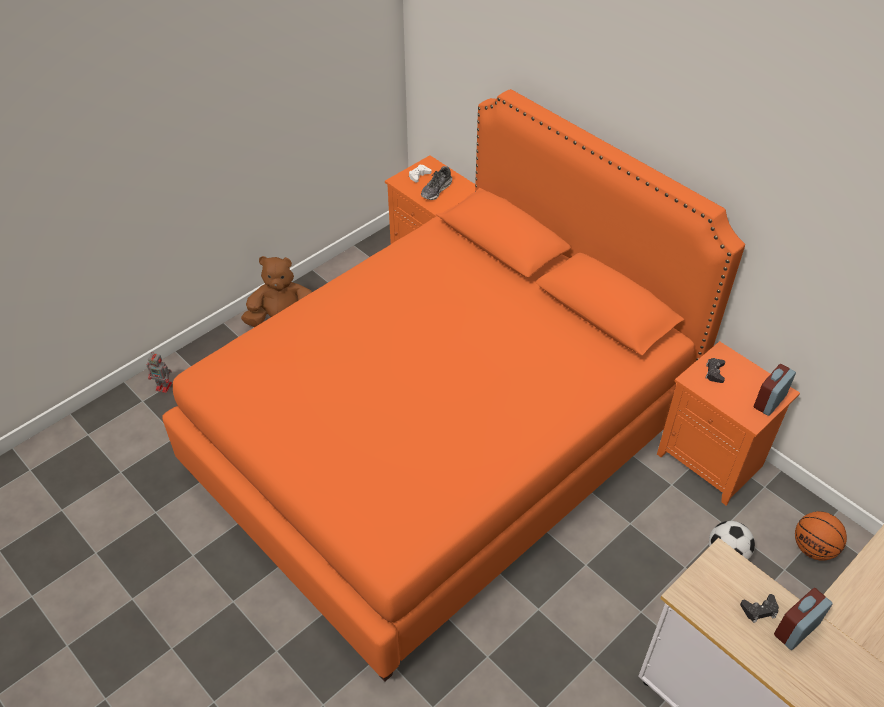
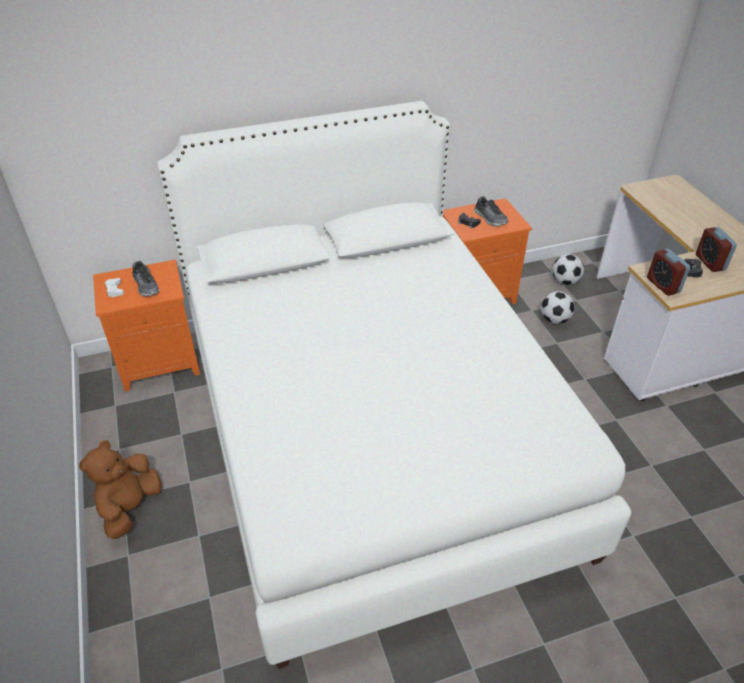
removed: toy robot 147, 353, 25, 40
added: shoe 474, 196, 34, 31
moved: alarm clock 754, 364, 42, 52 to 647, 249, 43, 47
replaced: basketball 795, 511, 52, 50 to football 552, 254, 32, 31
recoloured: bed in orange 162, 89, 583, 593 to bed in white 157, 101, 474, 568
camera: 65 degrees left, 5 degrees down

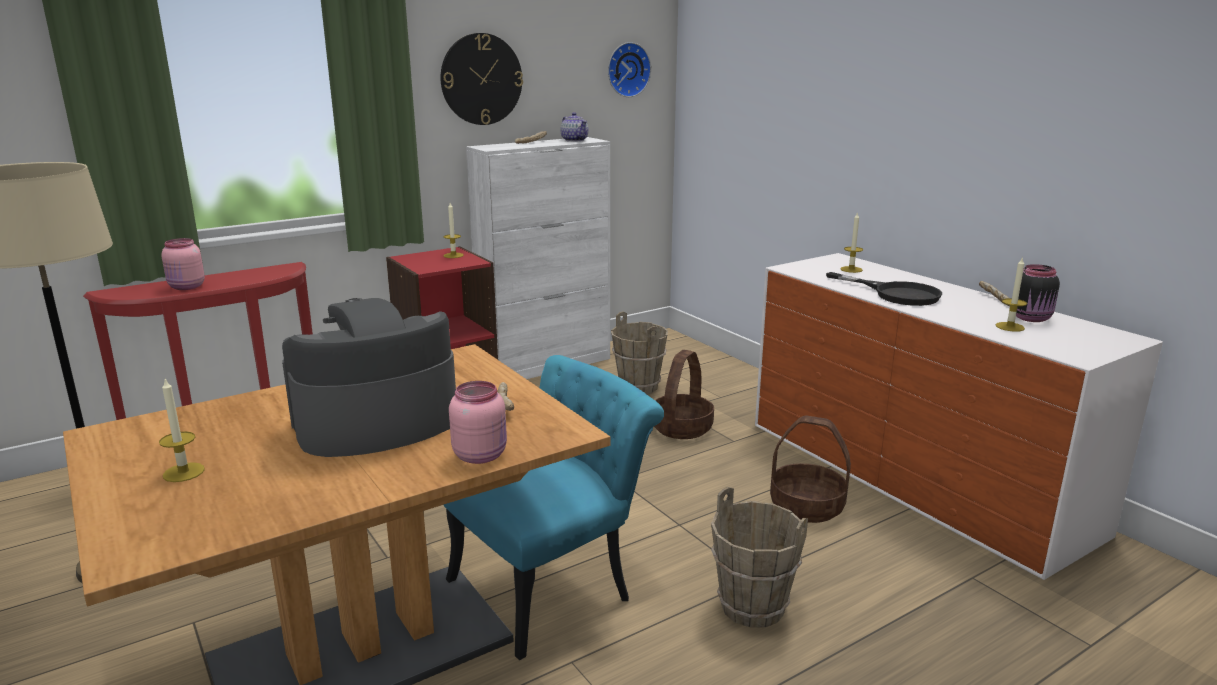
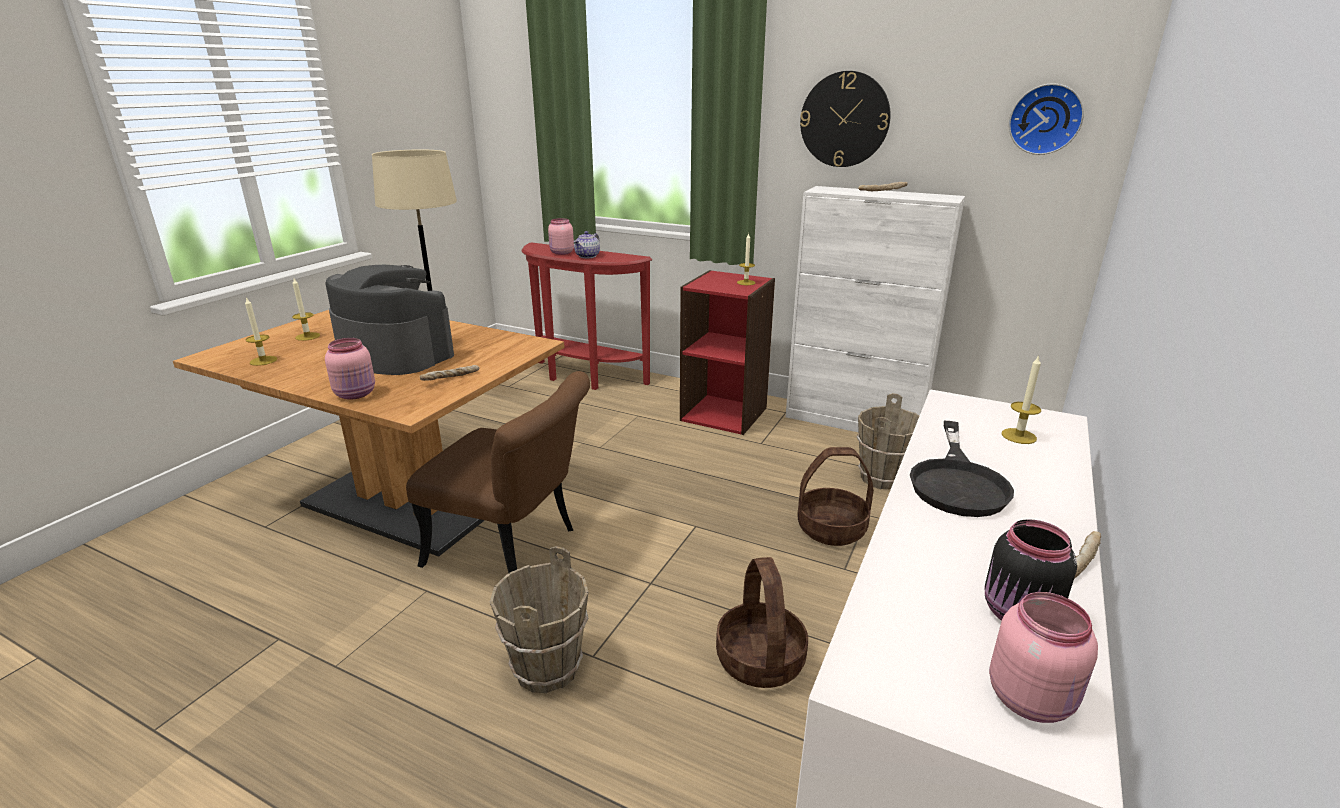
added: jar in pink 989, 592, 109, 131
moved: candle 996, 257, 31, 75 to 245, 297, 32, 69; teapot 560, 112, 29, 30 to 574, 231, 26, 27
recoloured: chair in turquoise 444, 355, 220, 305 to chair in brown 406, 371, 184, 202
camera: 60 degrees right, 5 degrees up

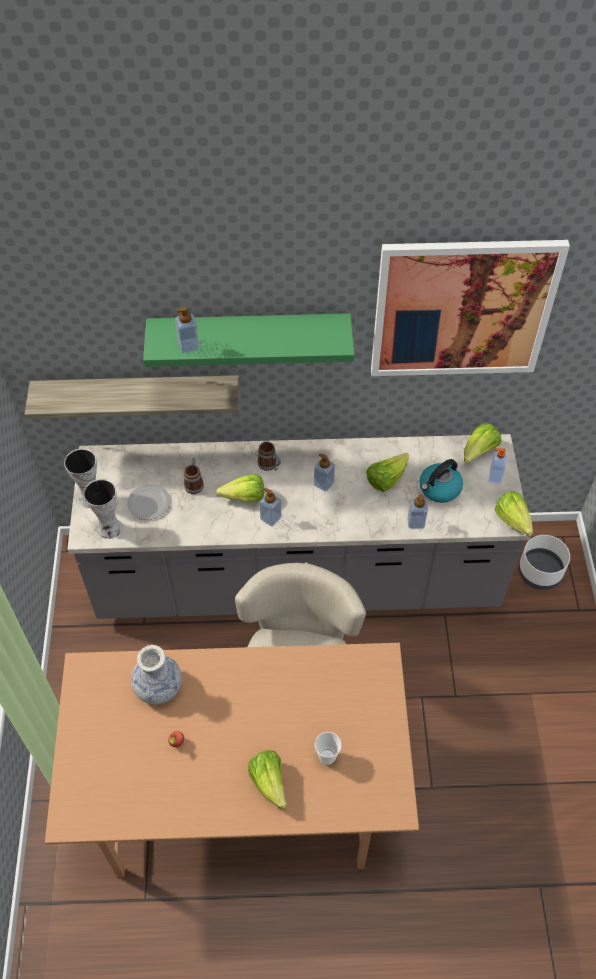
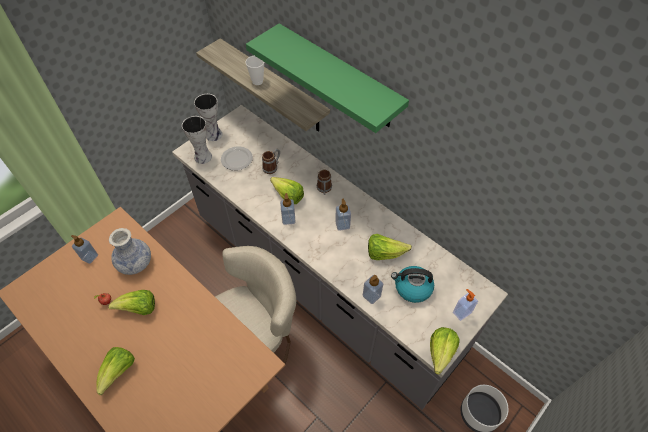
removed: picture 371, 240, 199, 136
moved: soap dispenser 175, 307, 24, 46 to 71, 235, 27, 29; lettuce 464, 423, 37, 41 to 108, 290, 47, 25; cup 315, 732, 27, 33 to 245, 56, 19, 29
camera: 45 degrees right, 0 degrees up

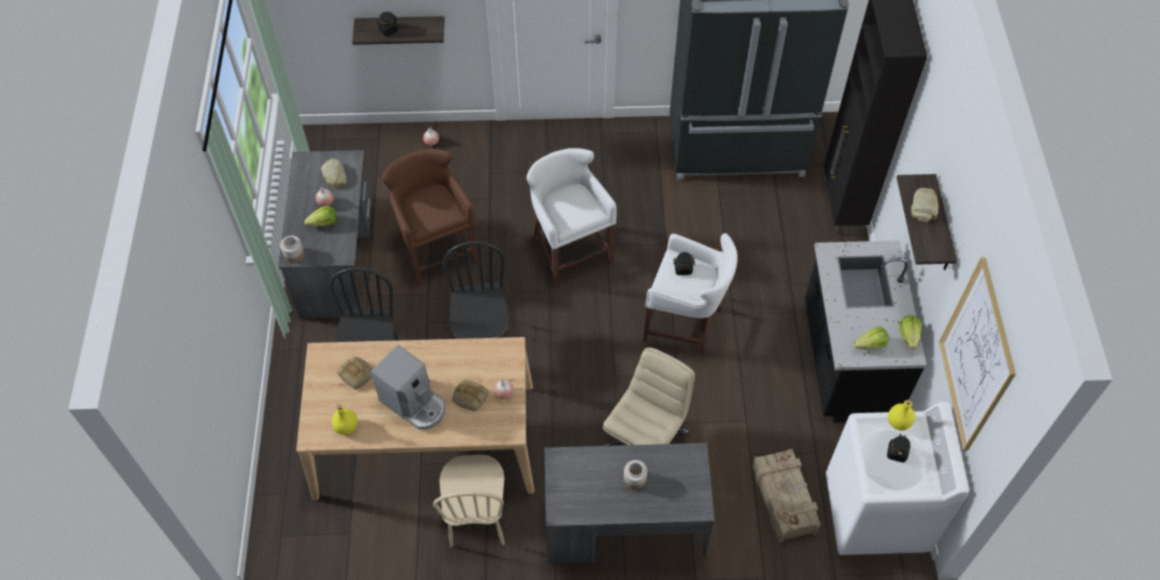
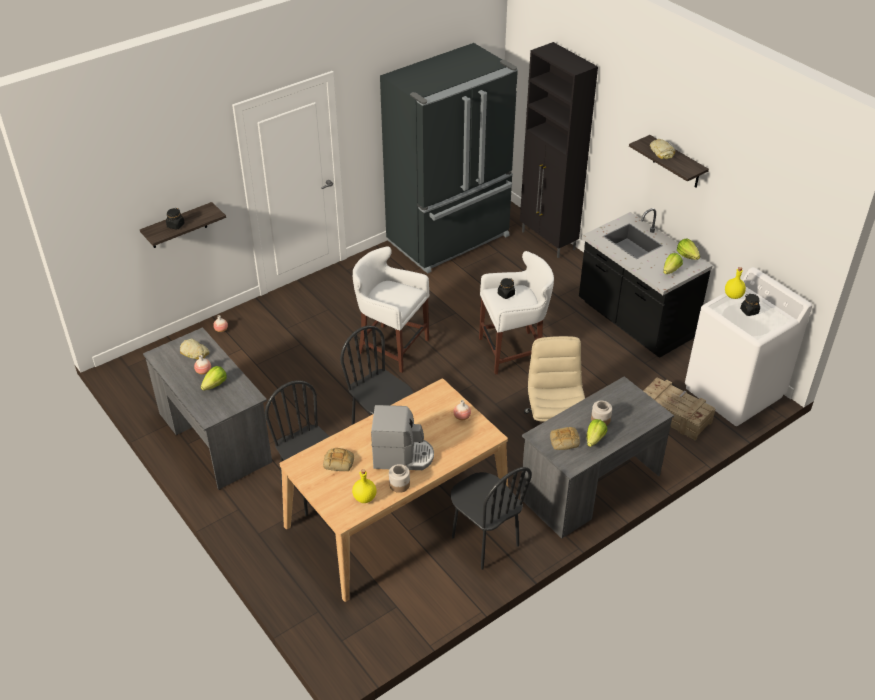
removed: stool in brown 382, 149, 97, 138; picture 939, 257, 77, 194
added: lettuce 587, 419, 20, 28
moved: jar 280, 236, 24, 27 to 389, 464, 21, 29; bread 452, 380, 37, 31 to 550, 427, 30, 23
recoloured: chair in beige 433, 455, 72, 92 to chair in black 451, 467, 81, 103
camera: 35 degrees left, 15 degrees down

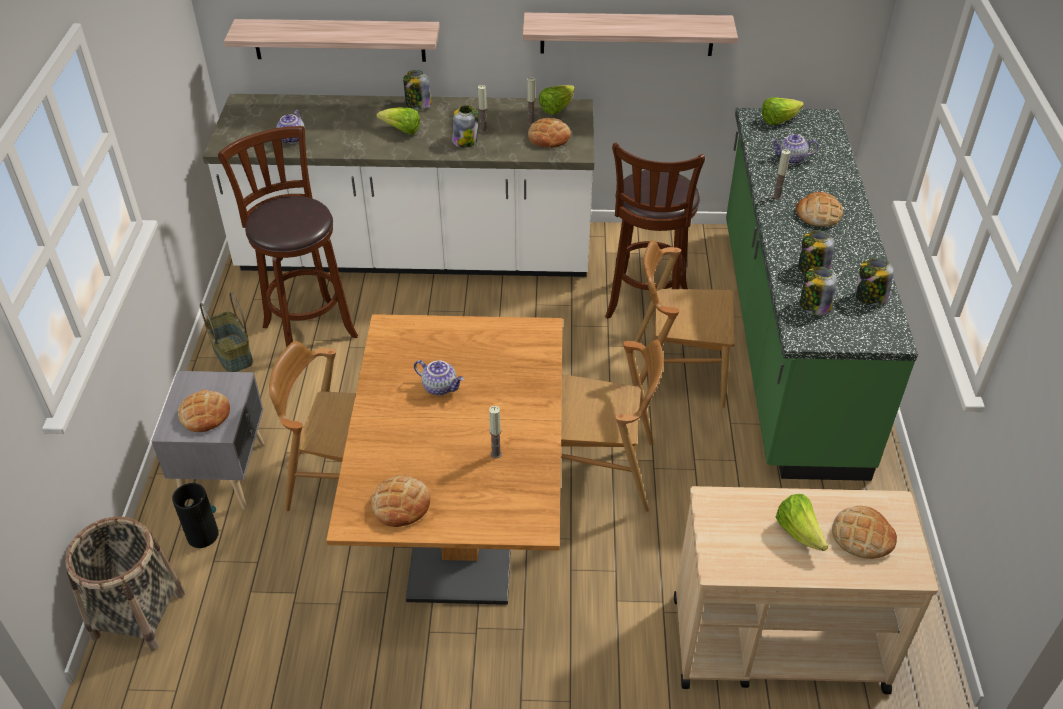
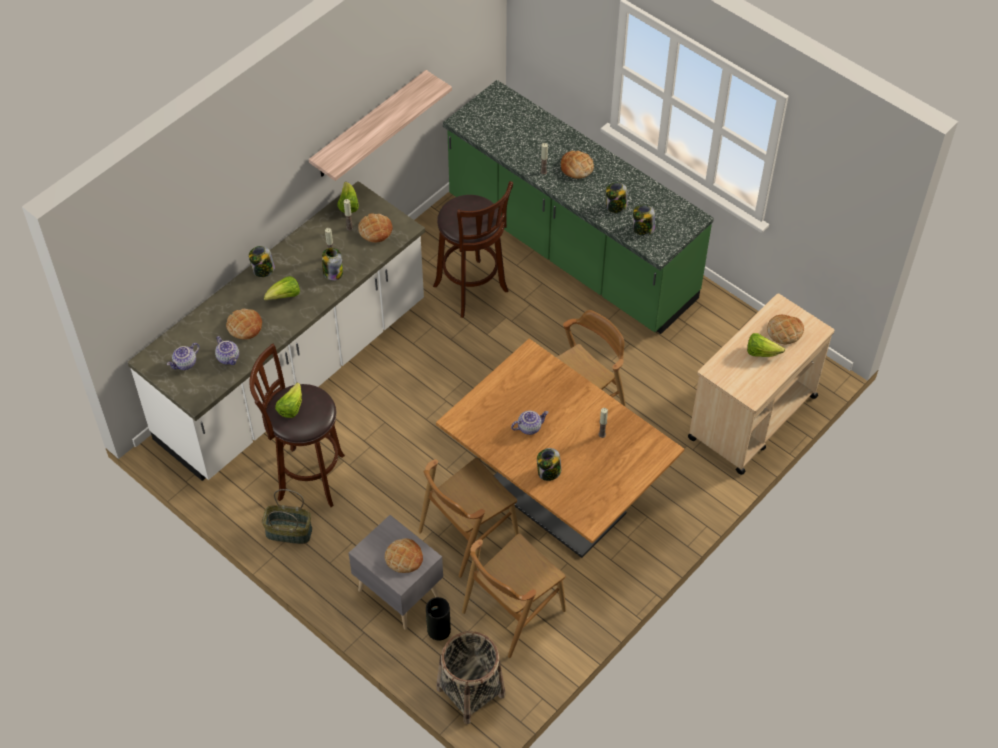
removed: shelf 224, 19, 216, 43
moved: teapot 771, 134, 47, 30 to 167, 343, 32, 27; bread 371, 475, 59, 52 to 226, 309, 36, 31; lettuce 762, 97, 42, 28 to 275, 383, 27, 35; chair in brown 635, 240, 100, 168 to 462, 534, 104, 124; jar 855, 258, 39, 47 to 537, 448, 24, 33
camera: 50 degrees left, 10 degrees up

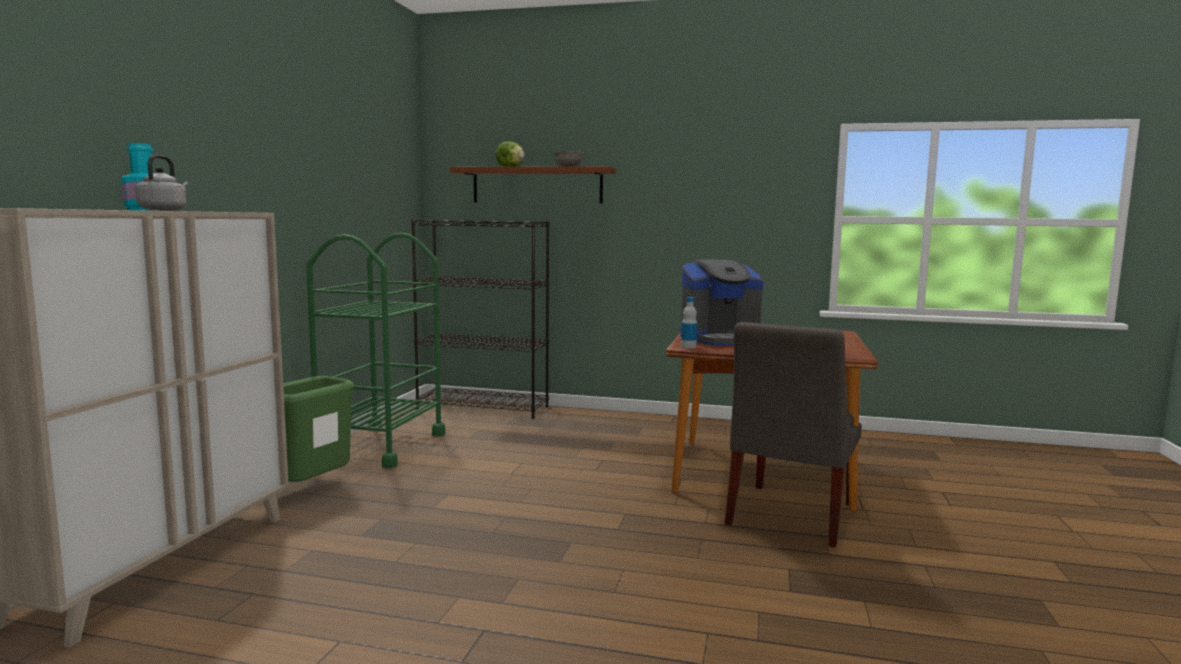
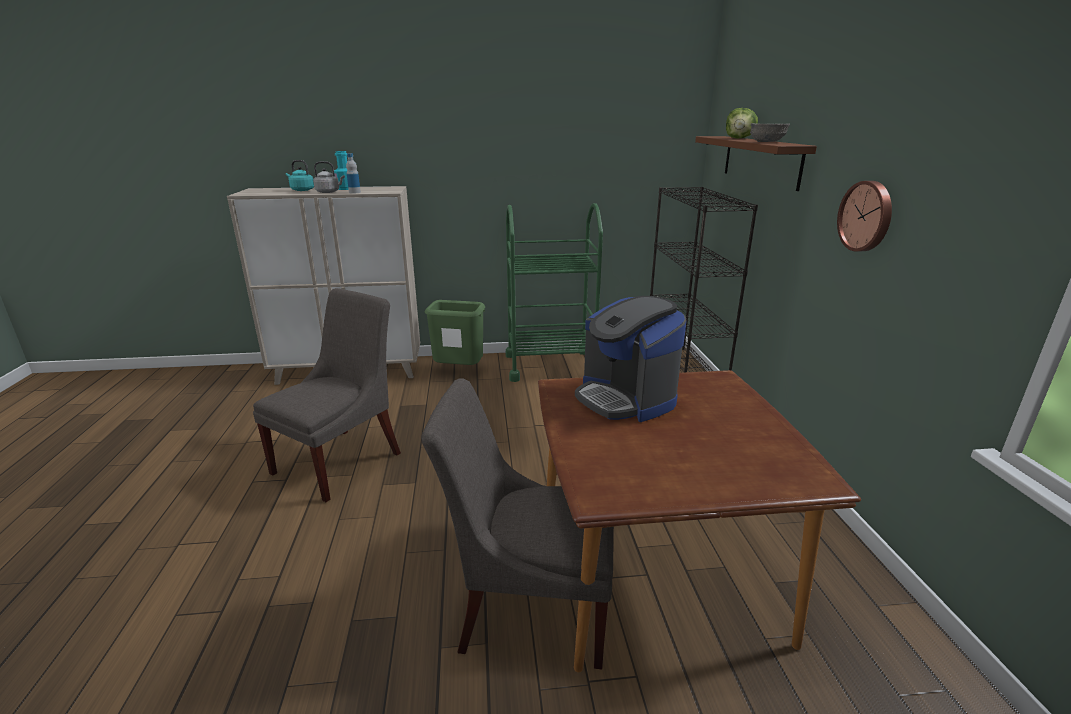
added: chair in grey 253, 288, 148, 214; kettle in turquoise 286, 160, 28, 31; wall clock 837, 181, 55, 71
moved: bottle 681, 297, 16, 51 to 346, 153, 15, 40
camera: 70 degrees right, 15 degrees up

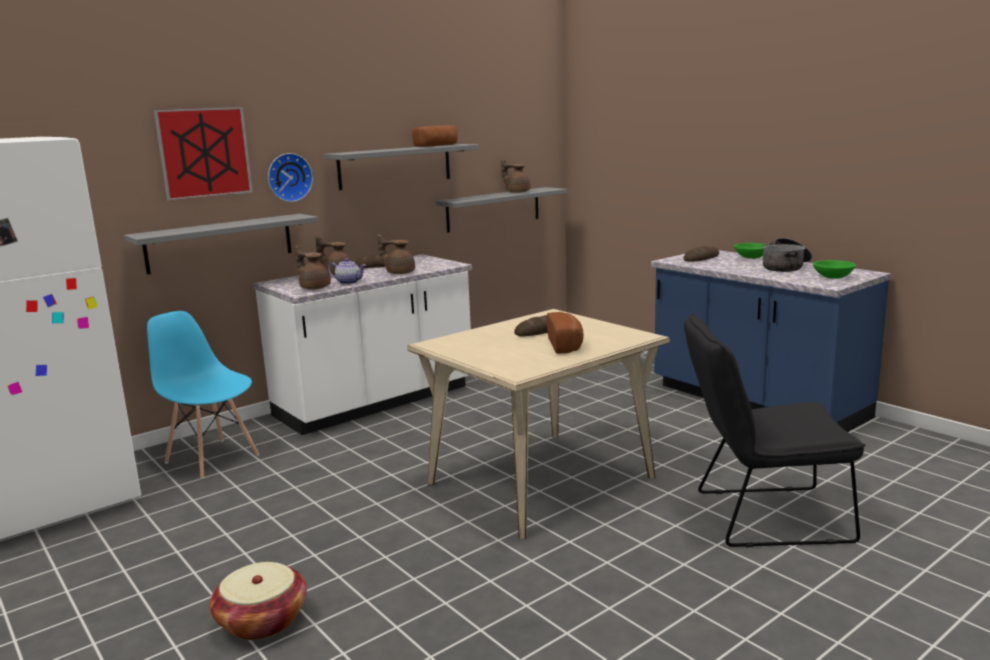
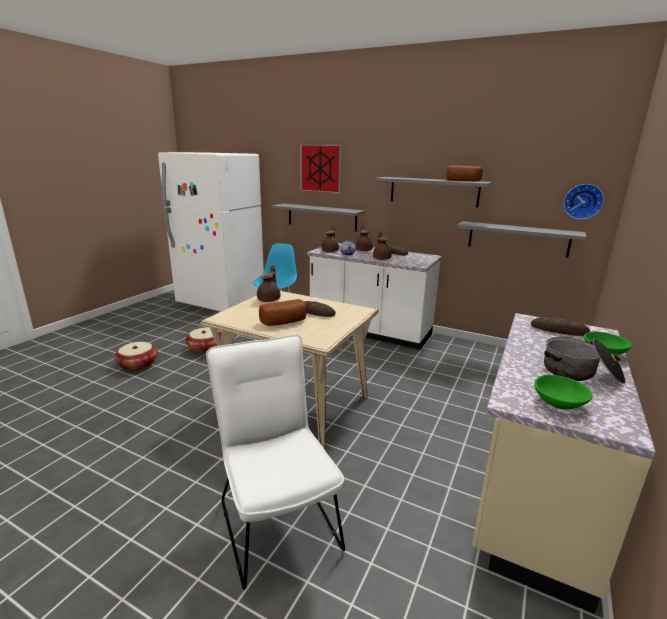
added: basket 186, 327, 36, 27
moved: teapot in brown 501, 159, 29, 34 to 257, 265, 24, 37; wall clock 268, 153, 45, 49 to 564, 184, 40, 36
recoloured: chair in black 684, 313, 182, 234 to chair in white 206, 335, 139, 255; counter in blue 651, 250, 240, 182 to counter in beige 472, 313, 184, 301
camera: 65 degrees right, 5 degrees up

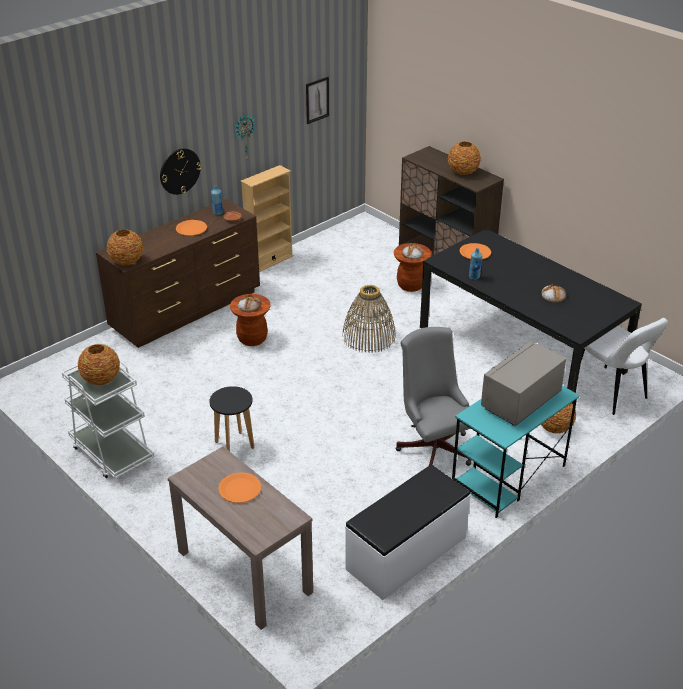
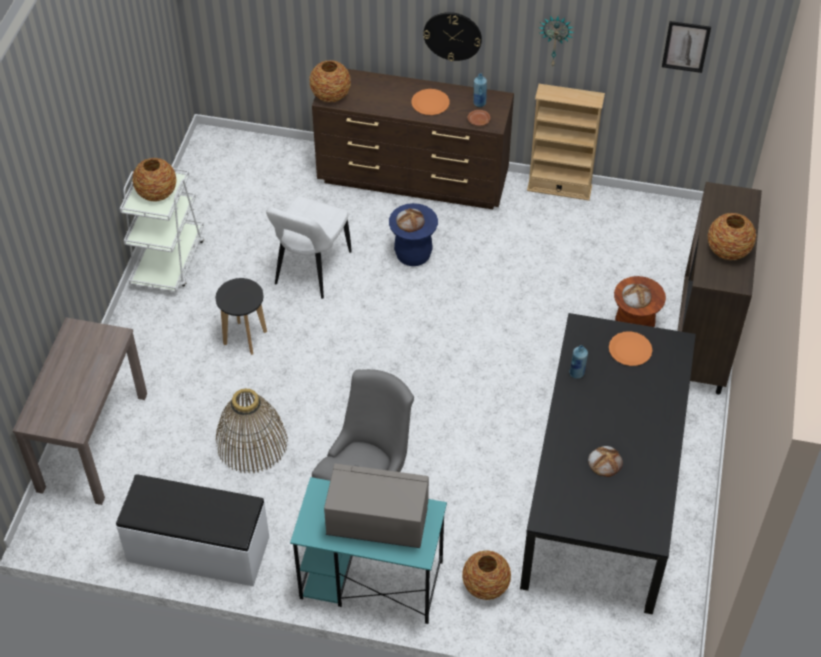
removed: plate in orange 218, 472, 43, 31
moved: basket 343, 285, 53, 68 to 216, 388, 72, 85; chair in white 581, 318, 87, 97 to 266, 196, 86, 103
recoloured: stool in brown 230, 294, 41, 52 to stool in blue 389, 203, 49, 63
camera: 55 degrees right, 15 degrees up

